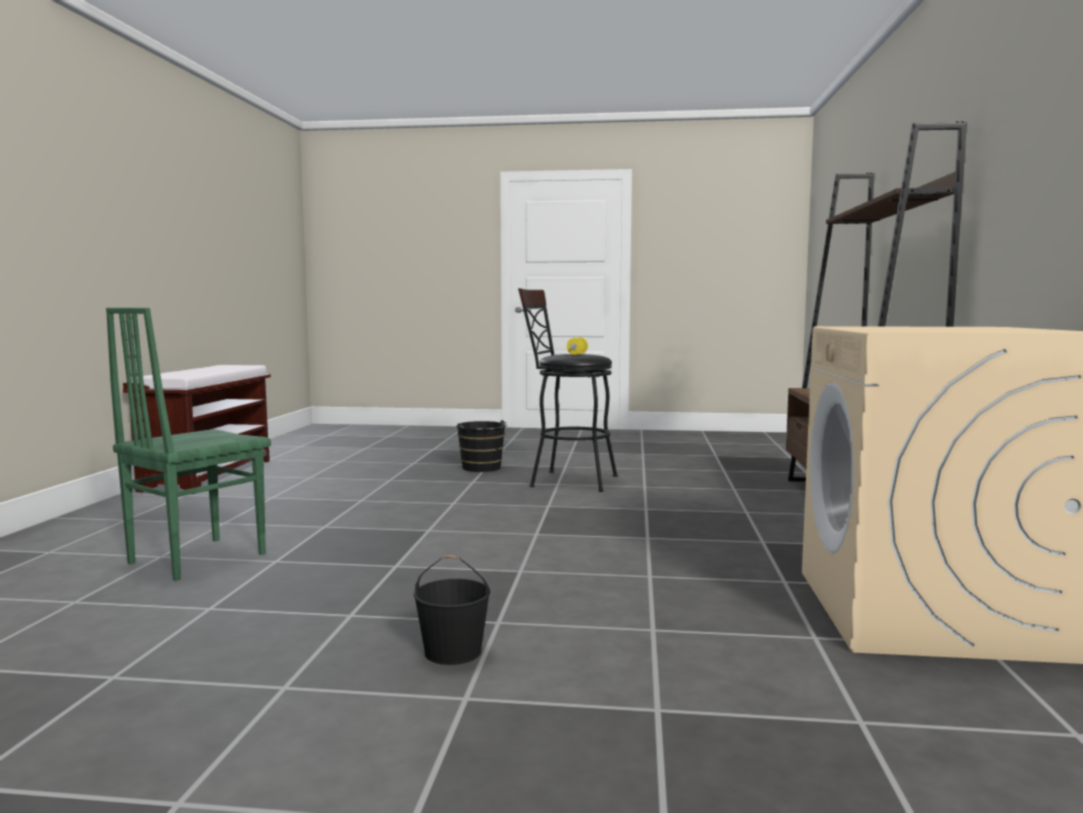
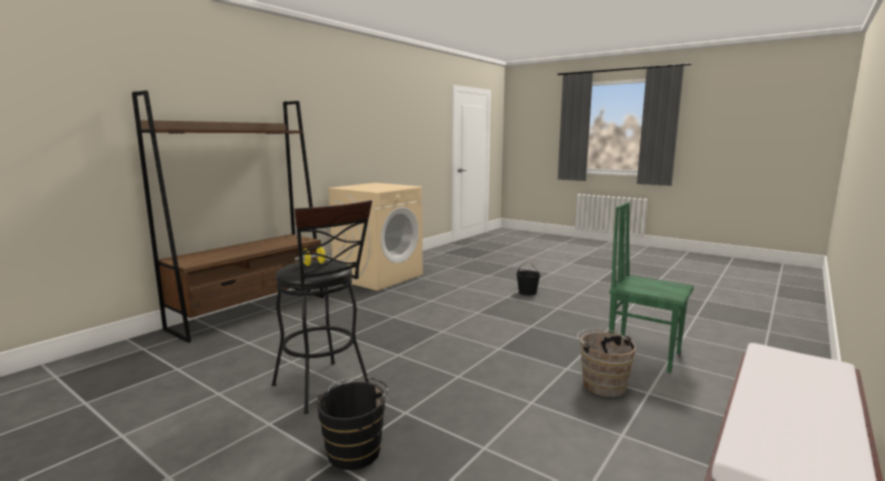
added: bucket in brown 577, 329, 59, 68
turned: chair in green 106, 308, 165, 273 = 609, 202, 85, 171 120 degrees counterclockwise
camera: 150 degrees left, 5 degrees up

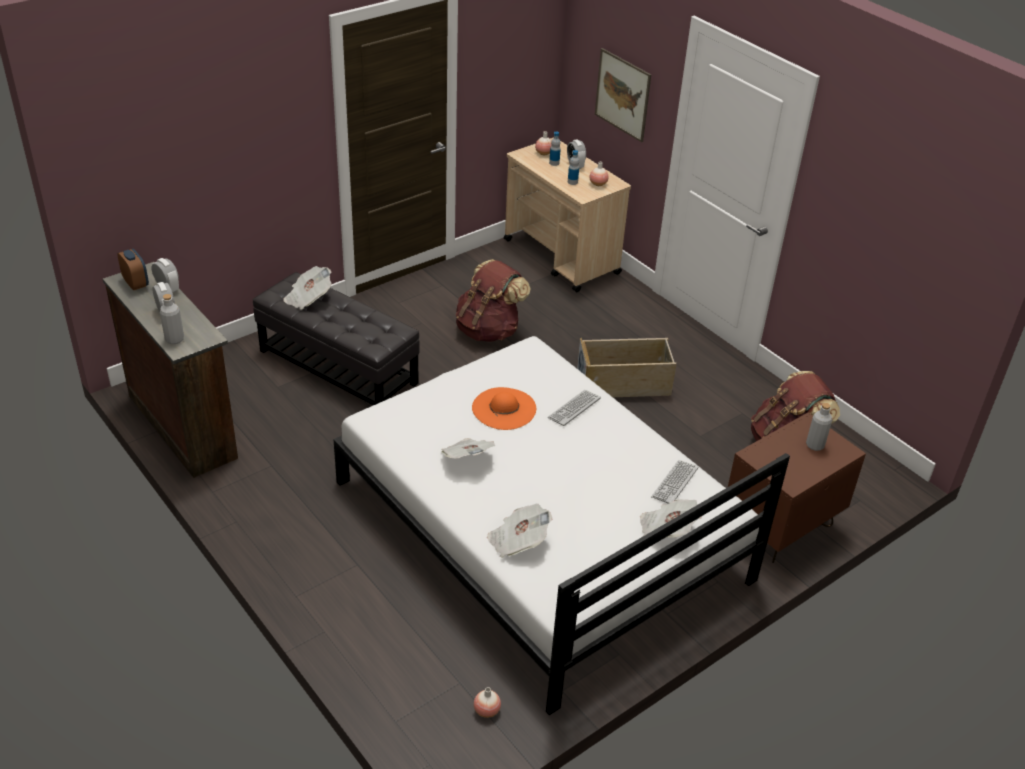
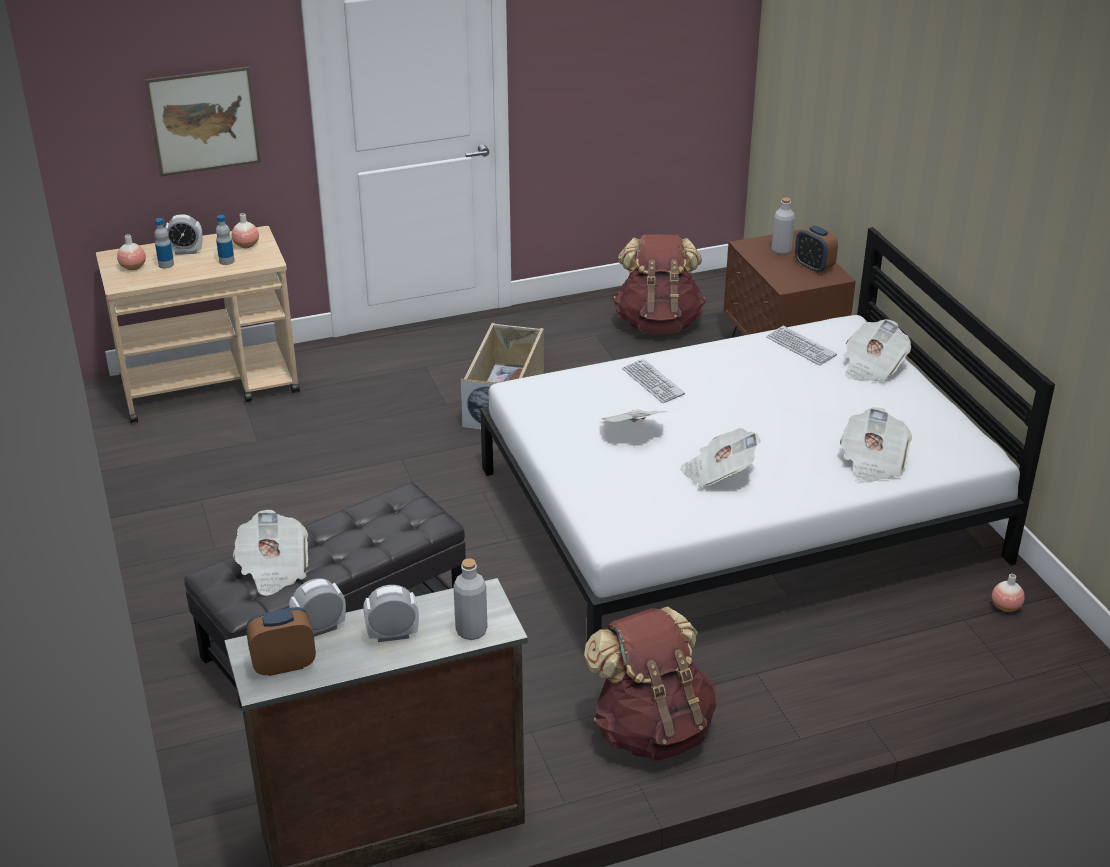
added: alarm clock 795, 226, 43, 47
moved: backpack in brown 456, 259, 75, 83 to 584, 606, 133, 155
replaced: hat in orange 472, 387, 64, 43 to newspaper 603, 409, 64, 13
camera: 70 degrees left, 5 degrees down

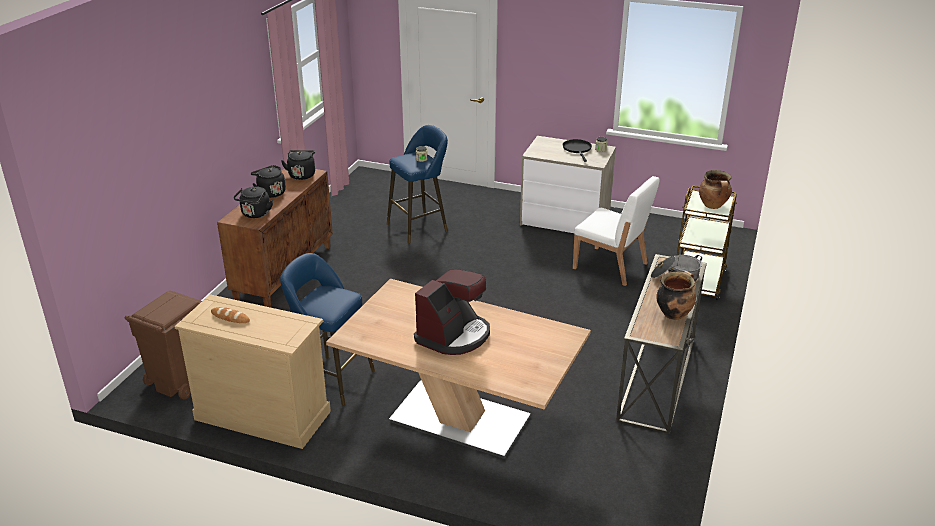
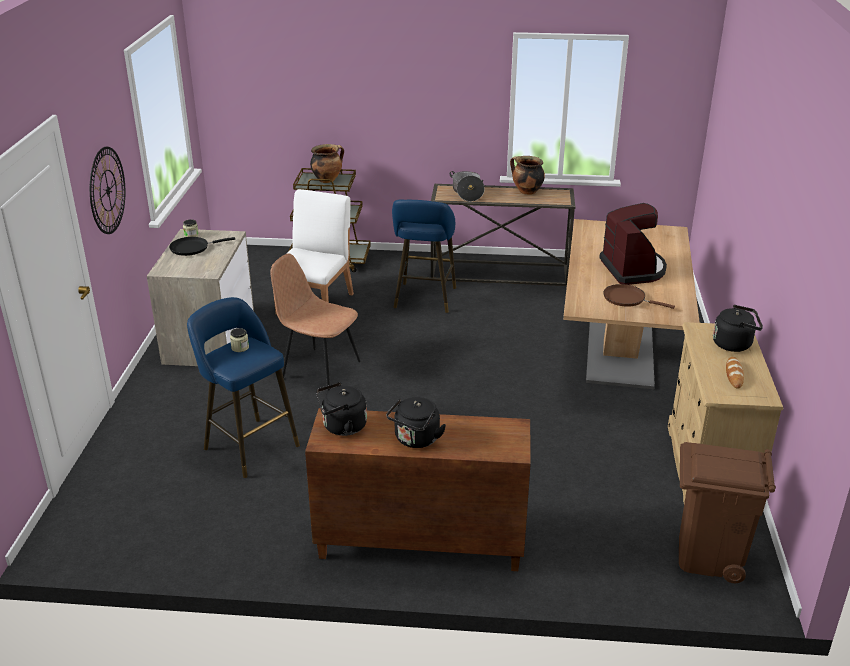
added: wall clock 90, 147, 35, 87; chair in brown 270, 253, 90, 138; frying pan in brown 603, 284, 72, 25
moved: stool in blue 280, 253, 95, 152 to 392, 200, 64, 113; kettle in black 234, 187, 39, 31 to 713, 305, 50, 47
turned: coffee machine 414, 269, 76, 86 = 599, 203, 68, 82 60 degrees clockwise
camera: 105 degrees left, 0 degrees up

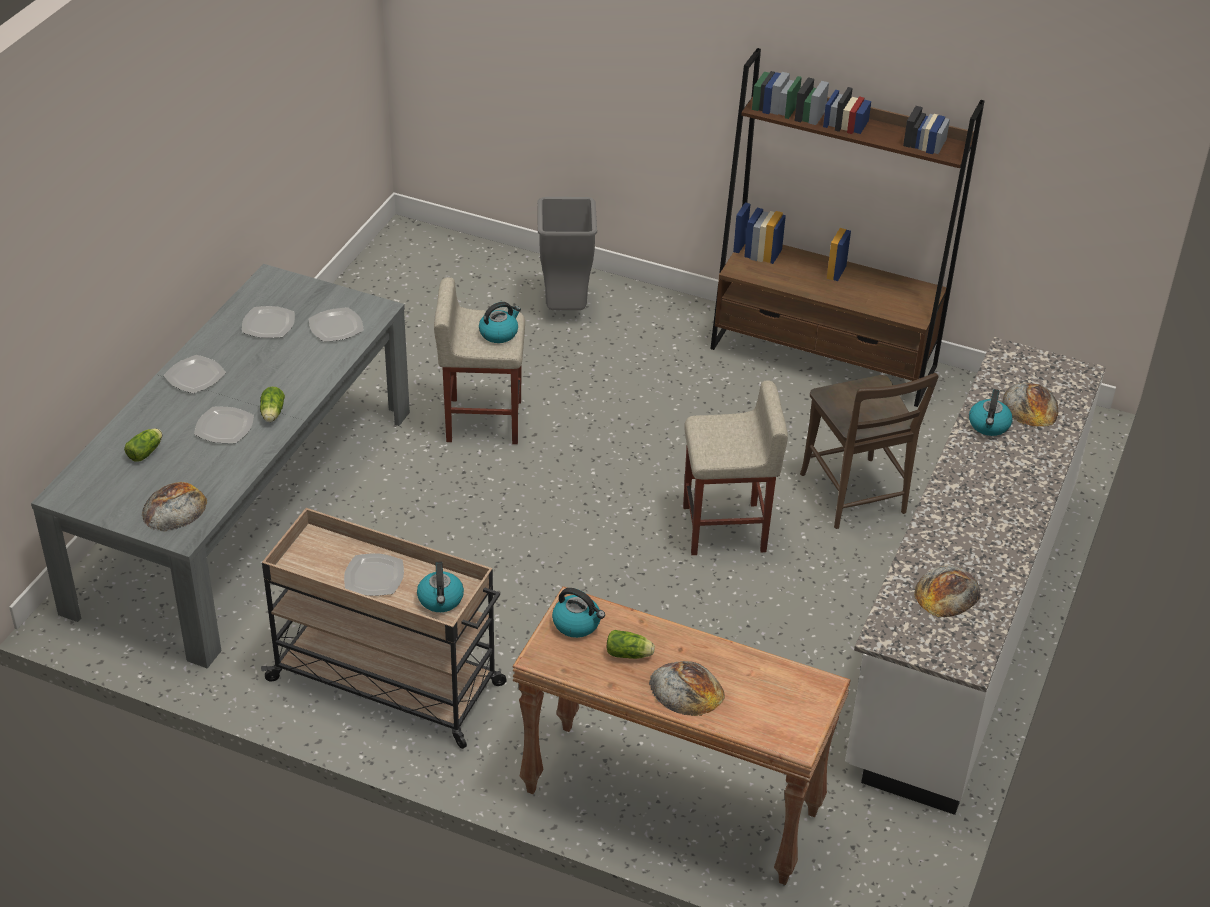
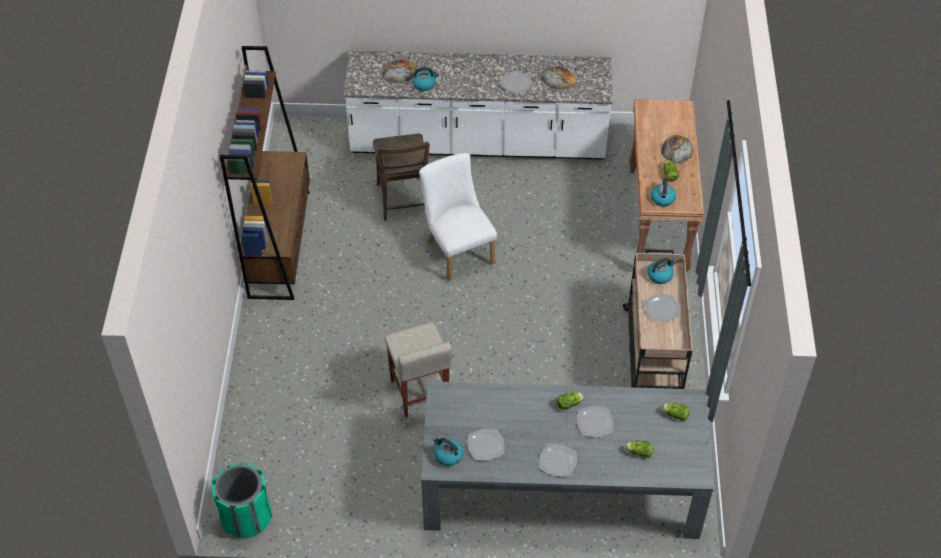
removed: trash can in grey 537, 197, 60, 113
added: trash can in green 211, 463, 61, 75
moved: kettle 479, 302, 42, 41 to 433, 437, 30, 29; plate 309, 307, 55, 35 to 499, 70, 34, 24
replaced: stool in beige 683, 381, 105, 174 to chair in white 419, 153, 78, 128; bread 142, 482, 65, 50 to lettuce 662, 403, 27, 18
turned: chair in brown 800, 373, 139, 156 = 373, 133, 57, 88 120 degrees clockwise
camera: 110 degrees left, 10 degrees up

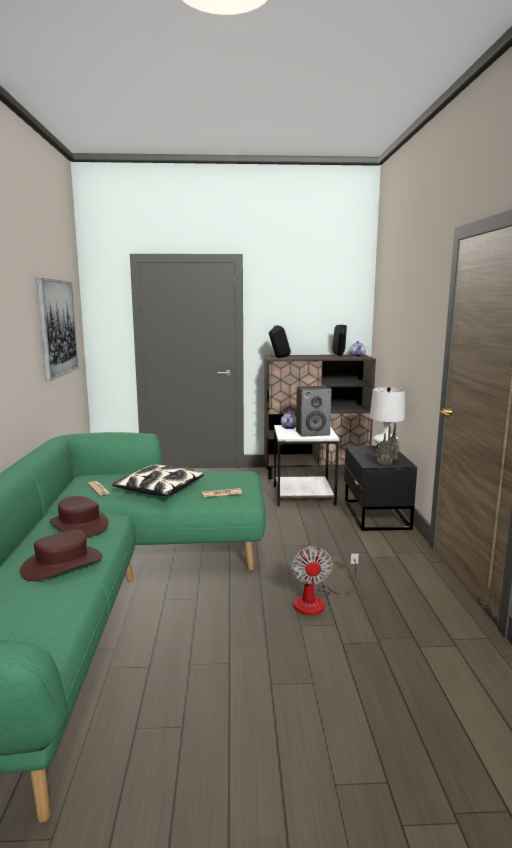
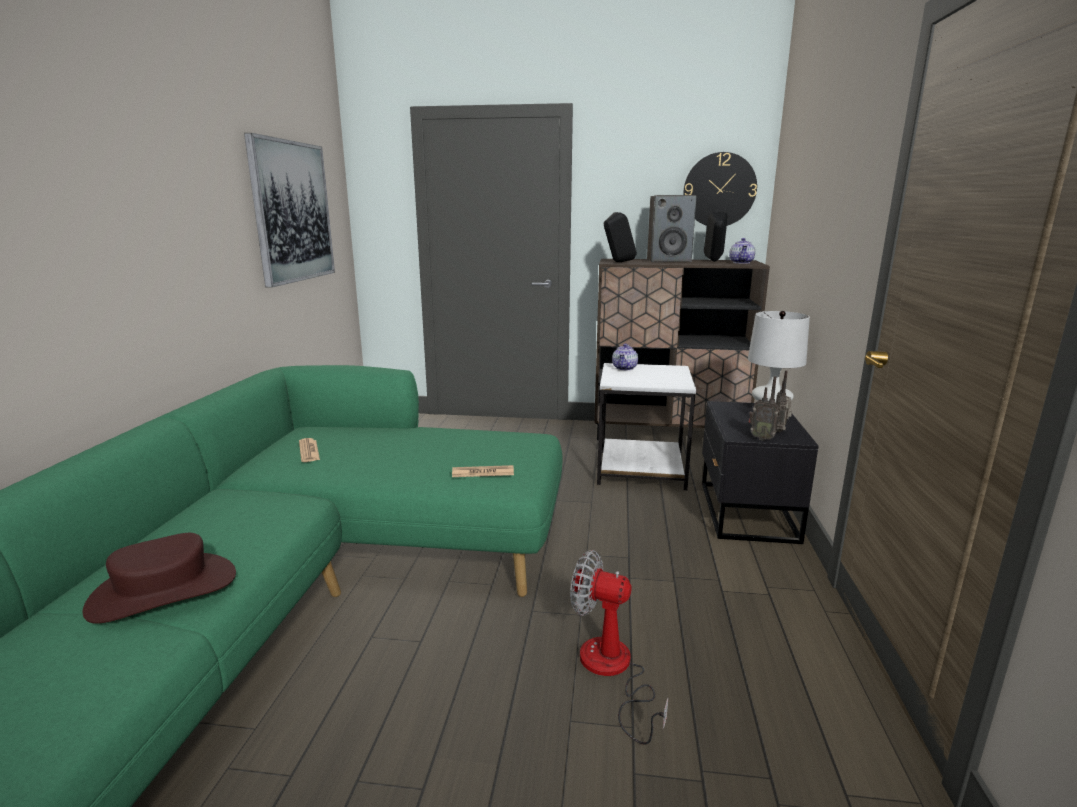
removed: hat in brown 49, 496, 60, 41; pillow 112, 464, 92, 32
added: wall clock 683, 152, 74, 74
moved: speaker 296, 386, 36, 51 to 647, 195, 49, 67
turned: fan 291, 546, 68, 69 = 570, 550, 98, 195 105 degrees clockwise
camera: 10 degrees right, 5 degrees up

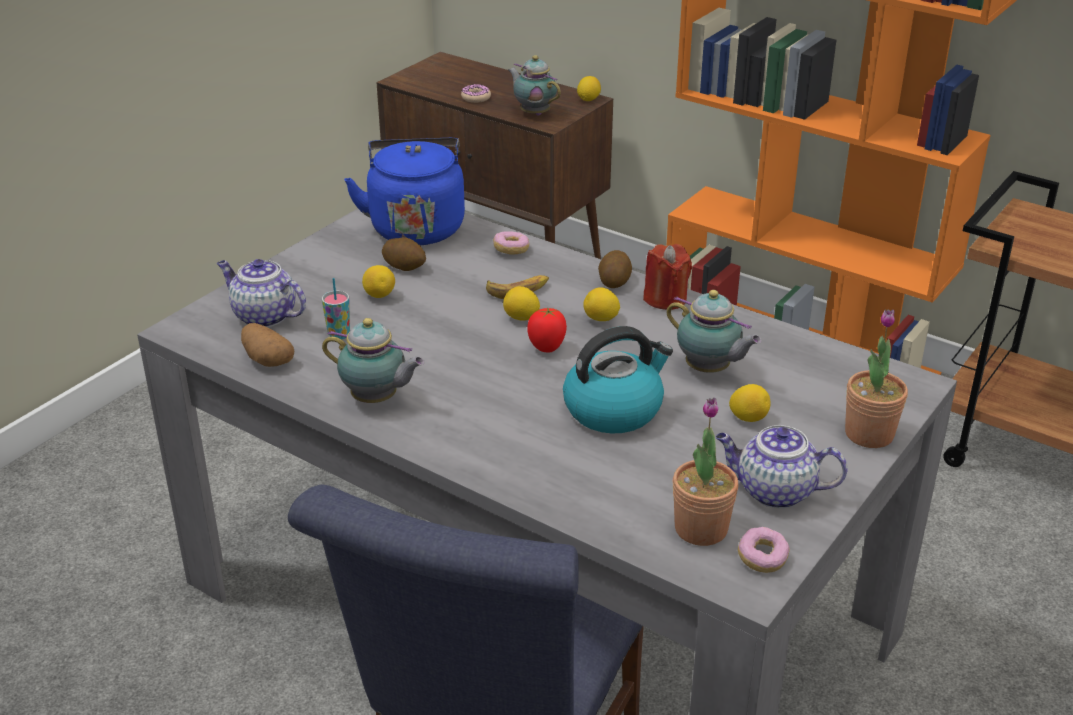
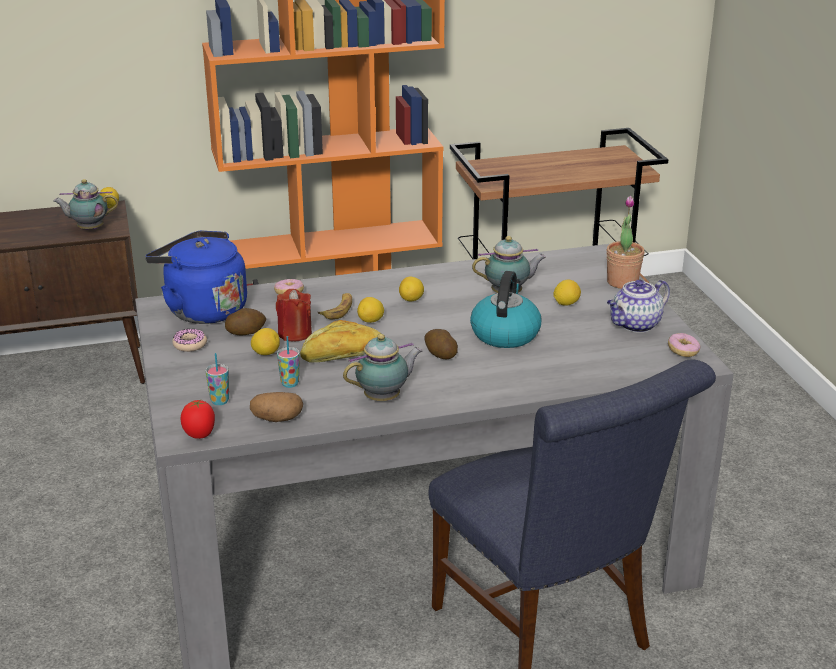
removed: potted plant 673, 398, 65, 148
added: bread 300, 320, 81, 42
moved: donut 461, 84, 30, 19 to 172, 329, 35, 23; tomato 527, 307, 40, 45 to 180, 399, 35, 40; candle in red 643, 244, 49, 66 to 276, 289, 36, 53; potato 598, 250, 34, 38 to 424, 329, 34, 30
replaced: teapot 217, 259, 89, 68 to cup 205, 353, 24, 52
camera: 50 degrees left, 5 degrees down

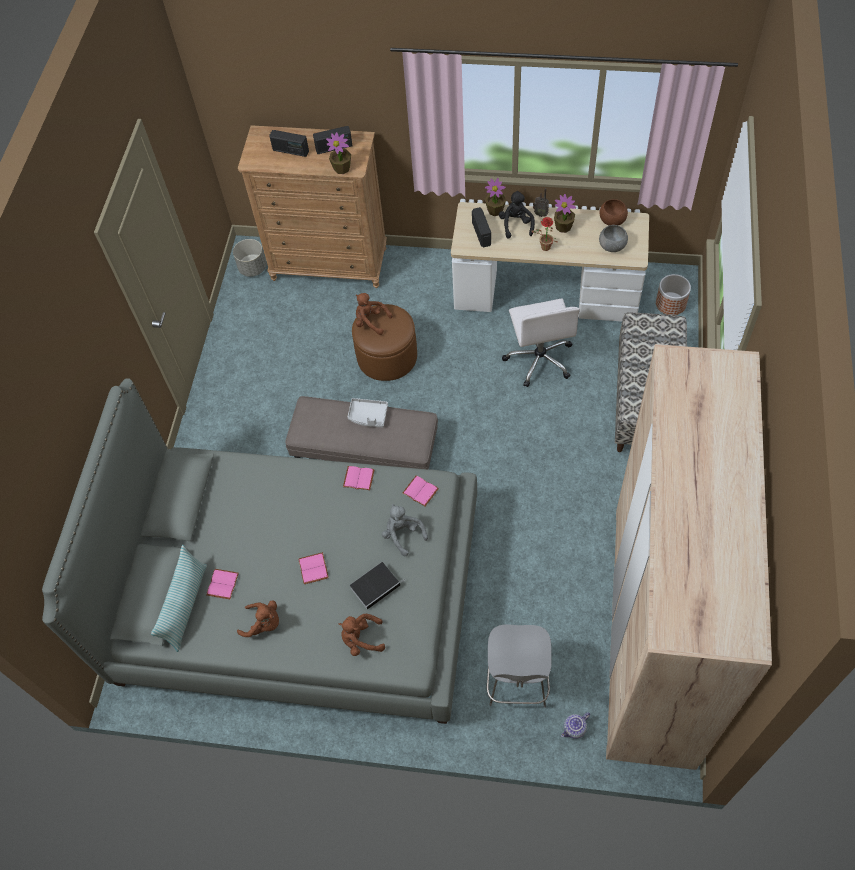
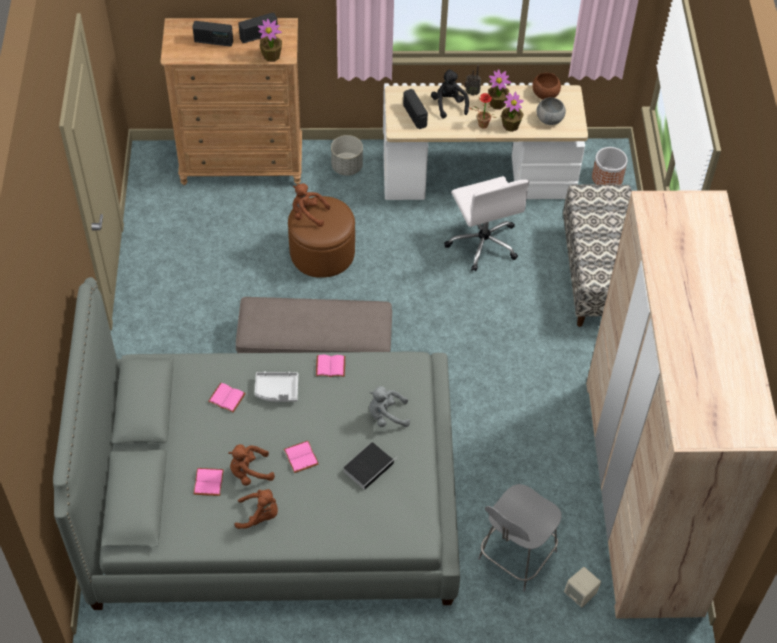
removed: pillow 151, 545, 56, 107
moved: book in pink 402, 475, 37, 32 to 208, 383, 38, 29; plush toy in brown 339, 614, 46, 42 to 228, 444, 47, 42; tray in grey 348, 398, 40, 30 to 255, 372, 43, 30; planter in grey 233, 239, 33, 38 to 331, 135, 32, 41; potted plant 485, 178, 21, 38 to 501, 91, 23, 41
replaced: teapot 561, 712, 29, 27 to speaker in beige 564, 567, 37, 40
turned: plush toy in grey 382, 504, 46, 52 = 369, 386, 41, 41 45 degrees counterclockwise; chair in grey 487, 624, 65, 84 = 478, 484, 84, 108 45 degrees clockwise
camera: 15 degrees left, 5 degrees down

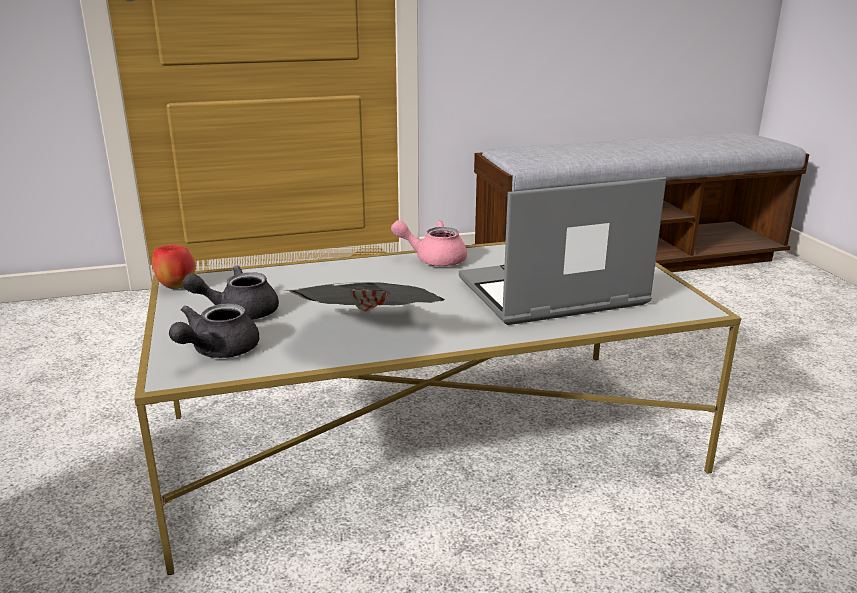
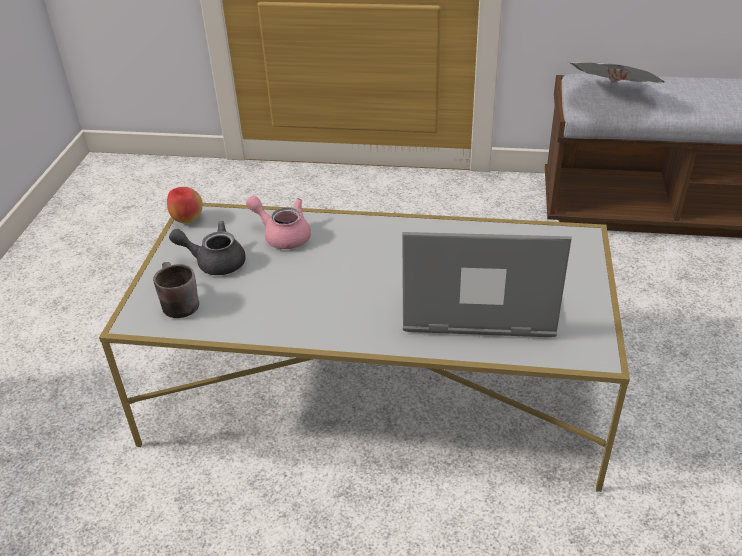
moved: teapot in pink 391, 220, 76, 46 to 246, 196, 65, 53; newspaper 285, 282, 160, 30 to 568, 62, 97, 21
replaced: teapot in grey 169, 303, 90, 55 to mug in brown 153, 262, 46, 56
camera: 25 degrees right, 15 degrees up

